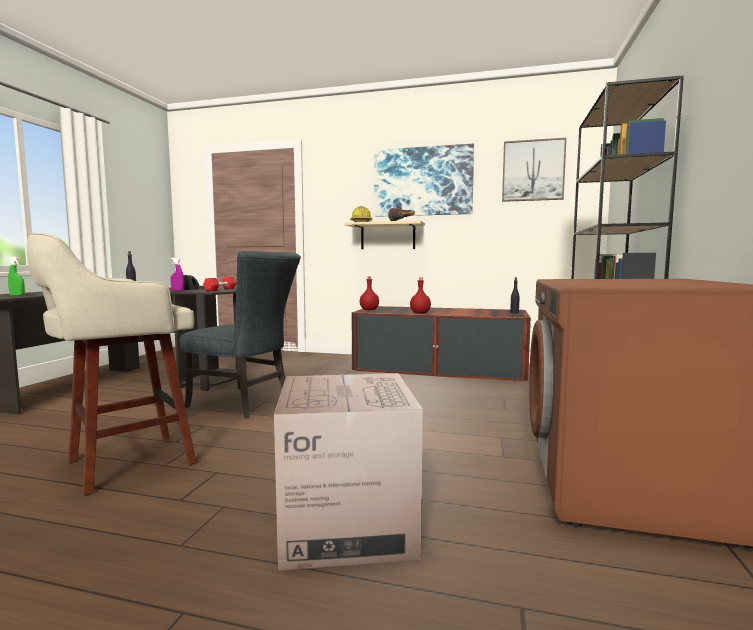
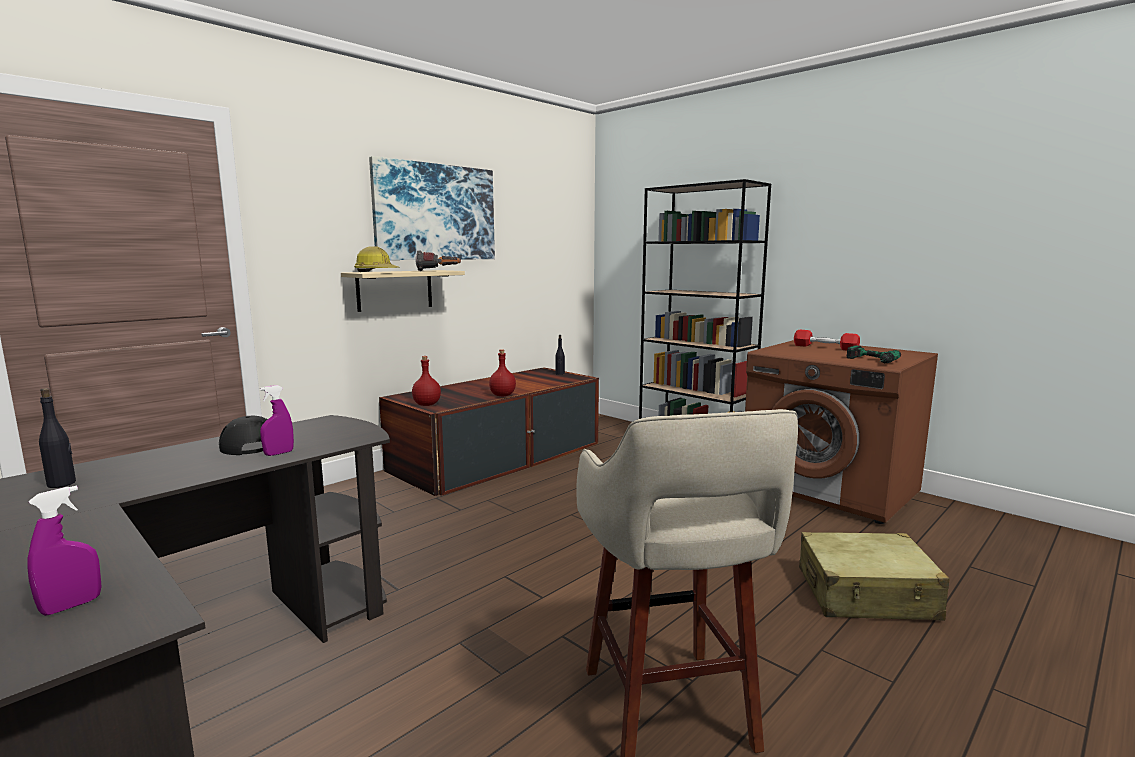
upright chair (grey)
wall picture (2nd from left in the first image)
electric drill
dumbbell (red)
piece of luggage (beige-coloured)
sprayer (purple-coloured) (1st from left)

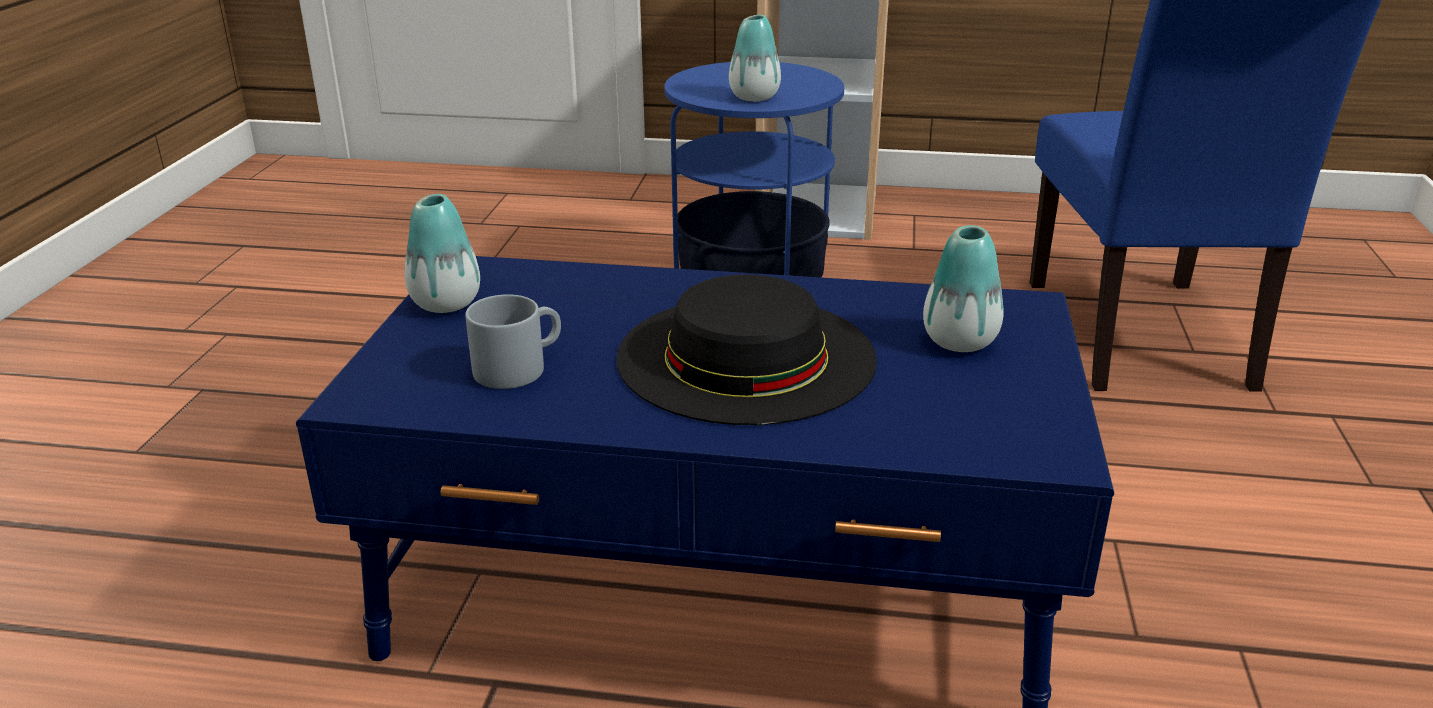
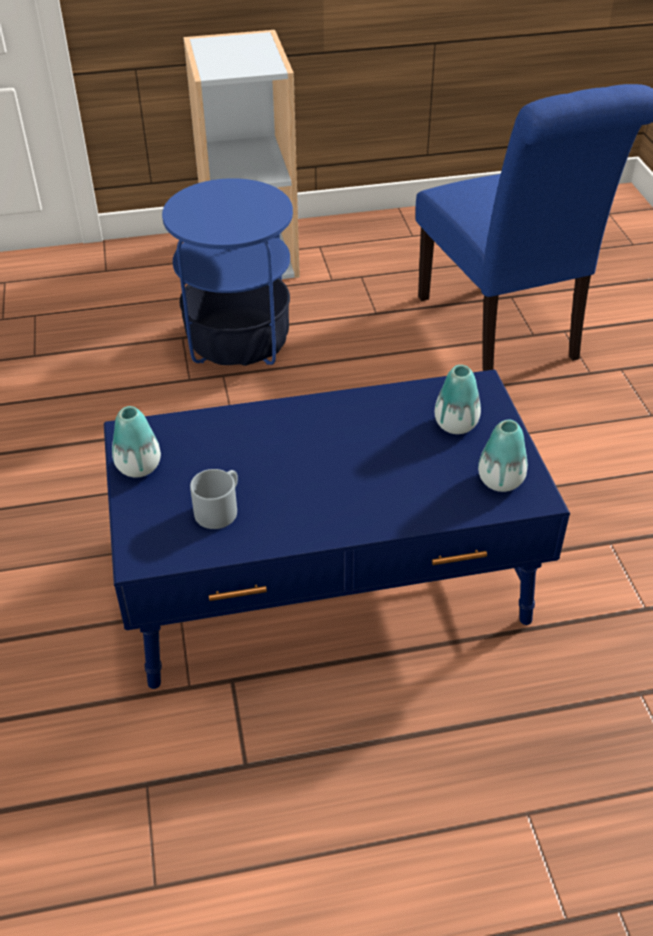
wearable hat (black-coloured)
vase (3rd from left)

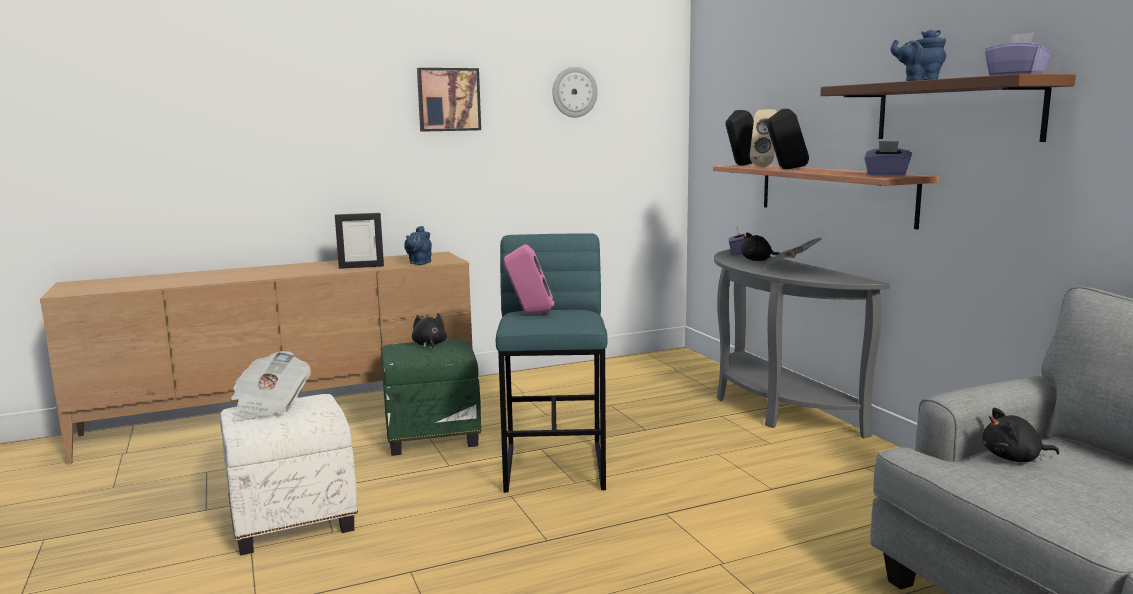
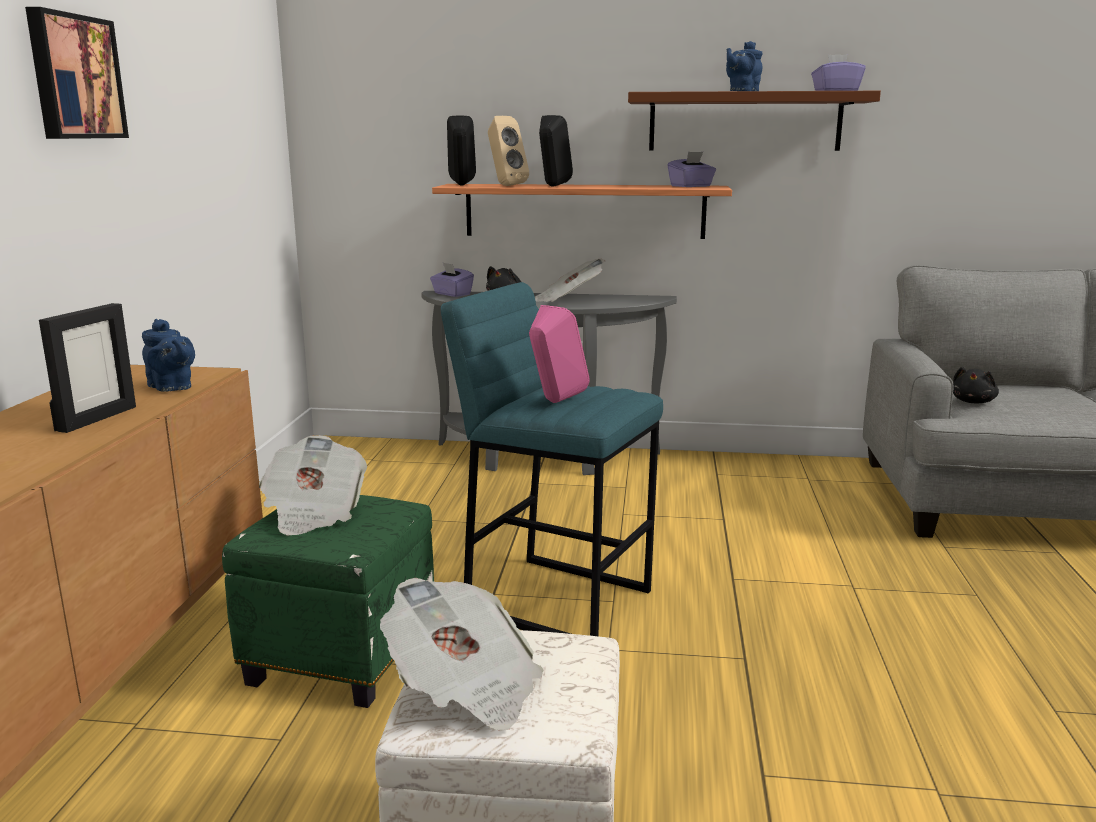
hanging clock
printed paper (1st from left)

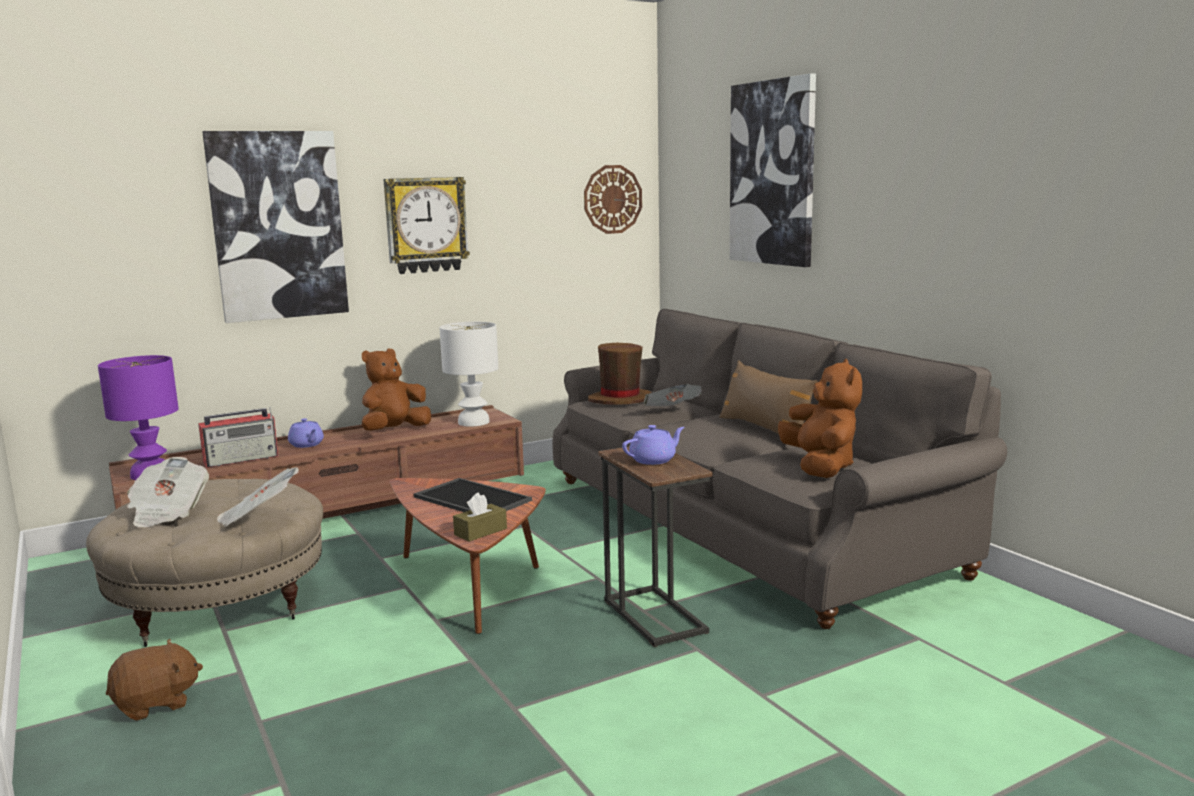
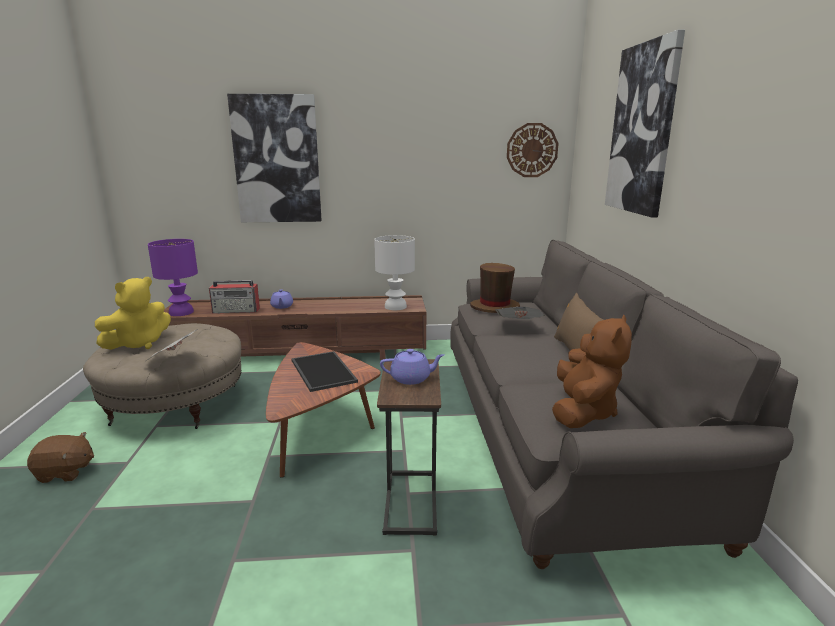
plush toy (brown) (2nd from left in the first image)
hanging clock (1st from left in the first image)
tissue holder (brown)
plush toy (yellow-coloured)

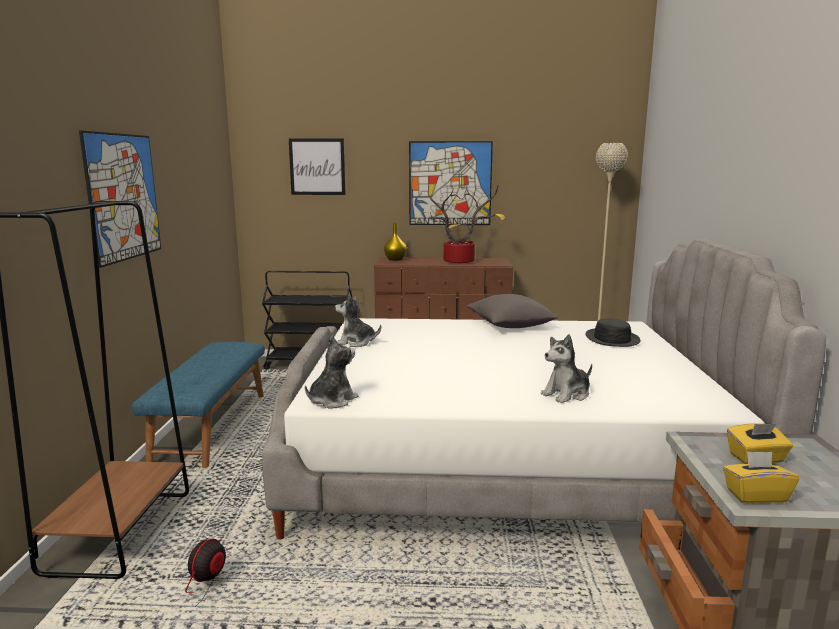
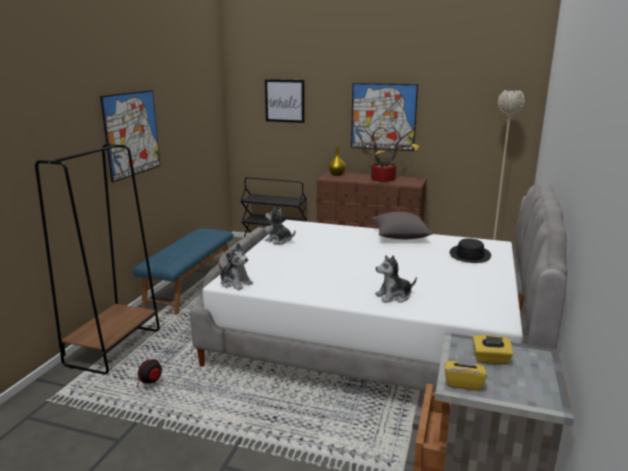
plush toy (1st from left)

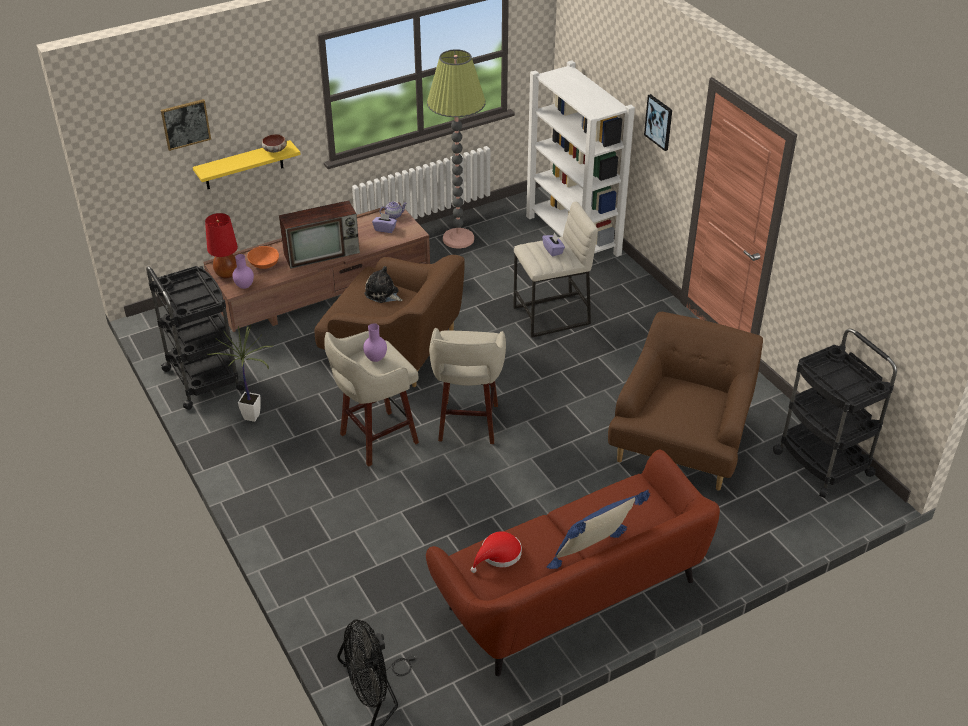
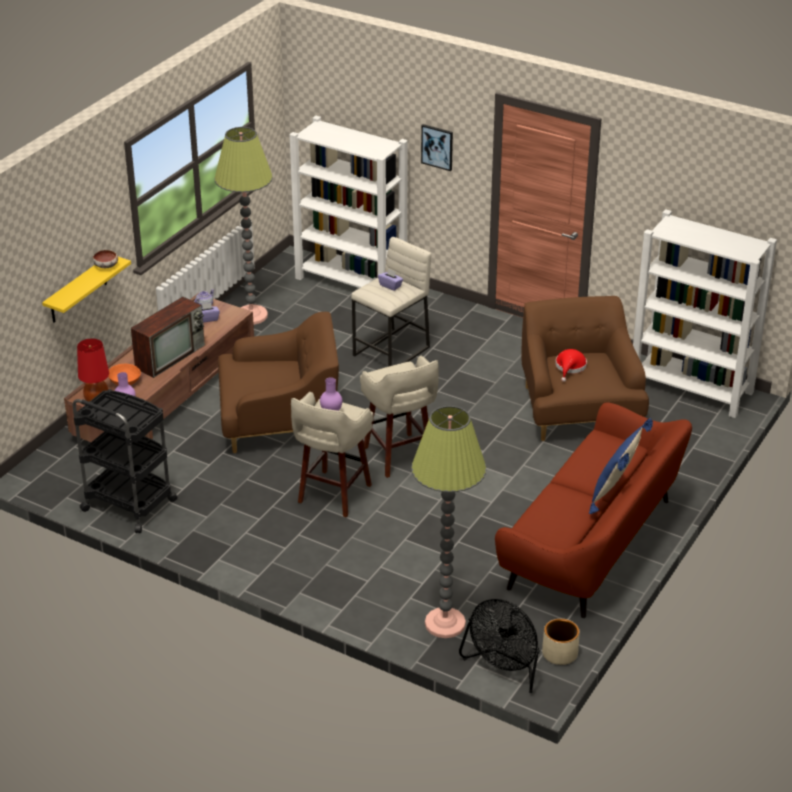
wall picture (1st from left in the first image)
potted plant
plush toy
floor lamp (2nd from left)
planter (beige-coloured)
wearable hat (red)
bookcase (white) (2nd from left)

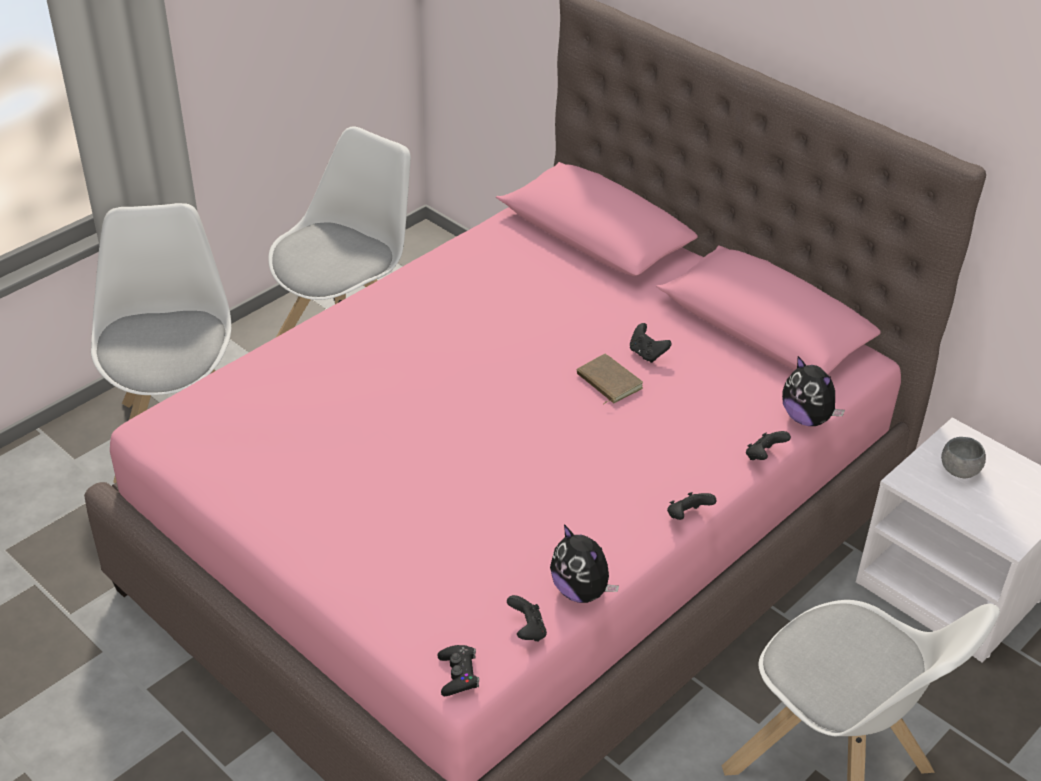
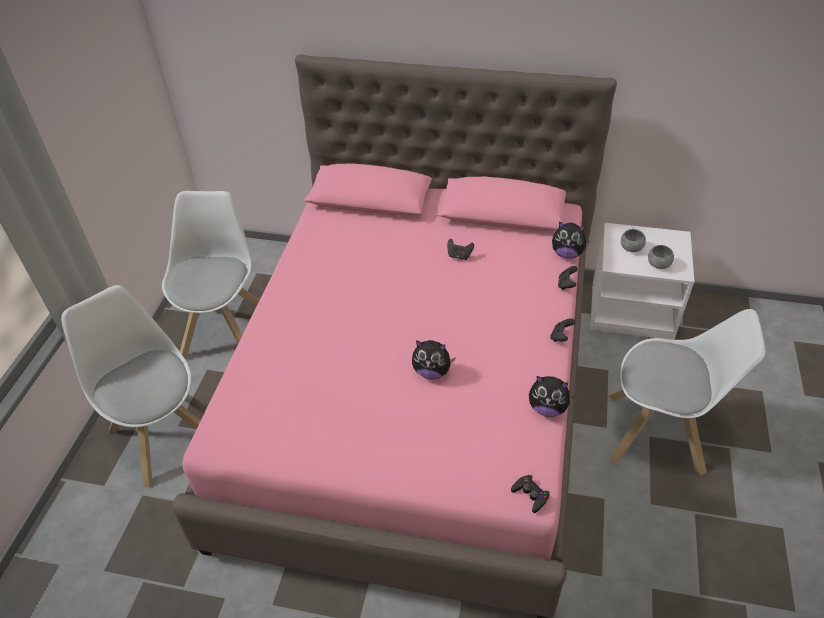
gamepad (black-coloured) (2nd from left in the first image)
bound book (brown)
plush toy (1st from left)
serving bowl (grey) (2nd from left)

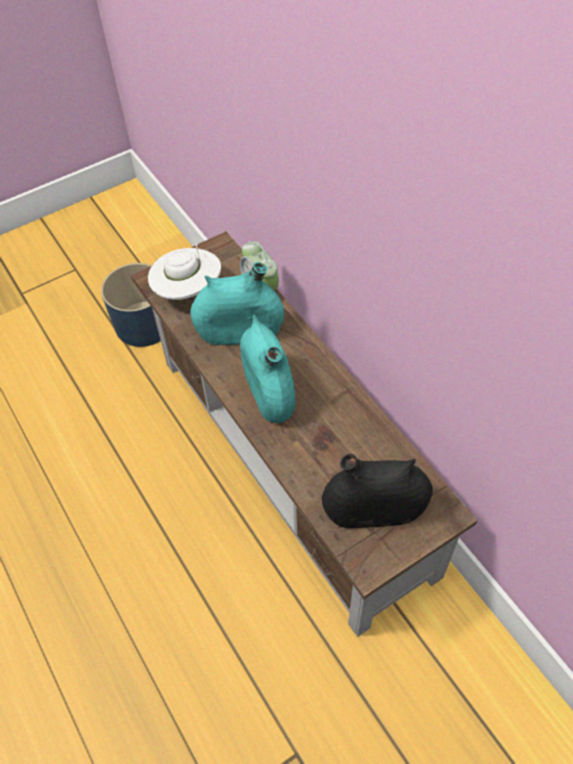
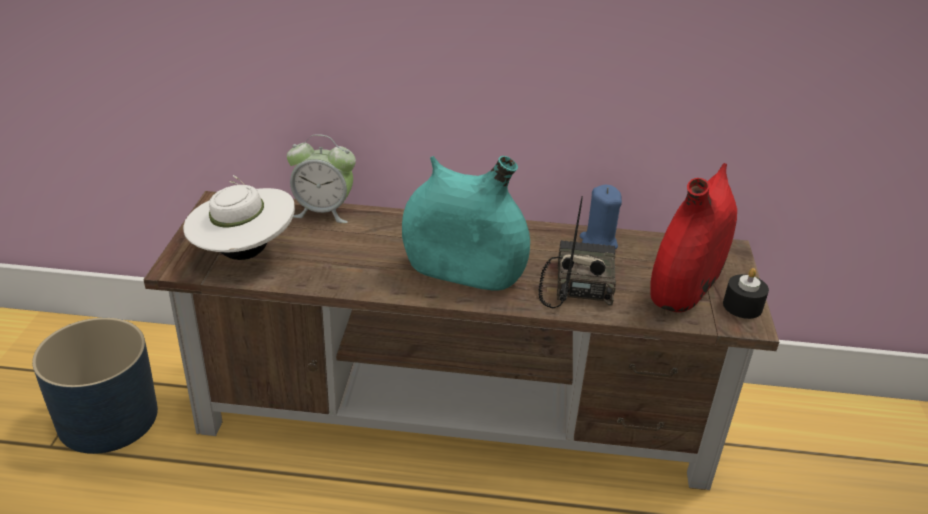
vase (turquoise) (1st from left in the first image)
radio set
candle (blue-coloured)
candle (black-coloured)
vase (red)

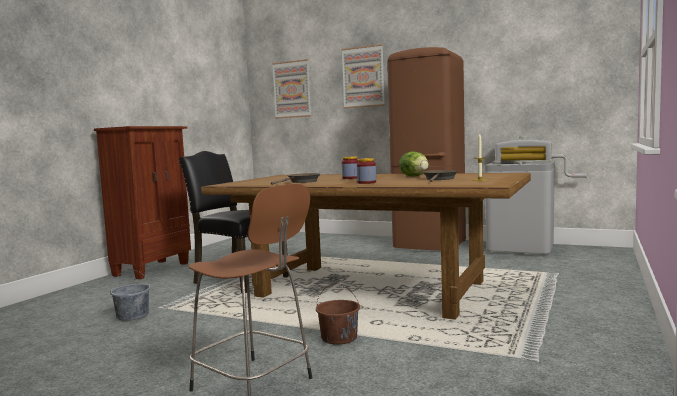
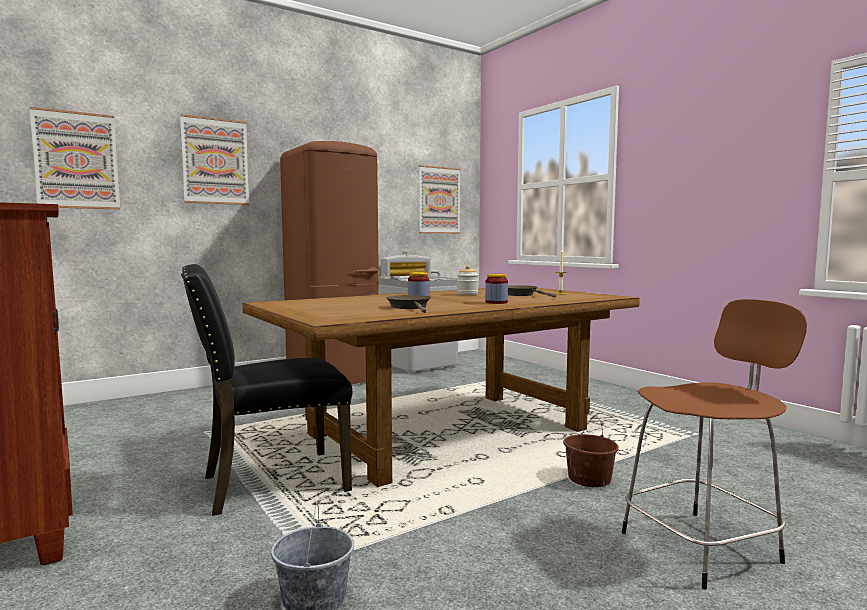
wall picture (3rd from left)
storage jar (2nd from left)

